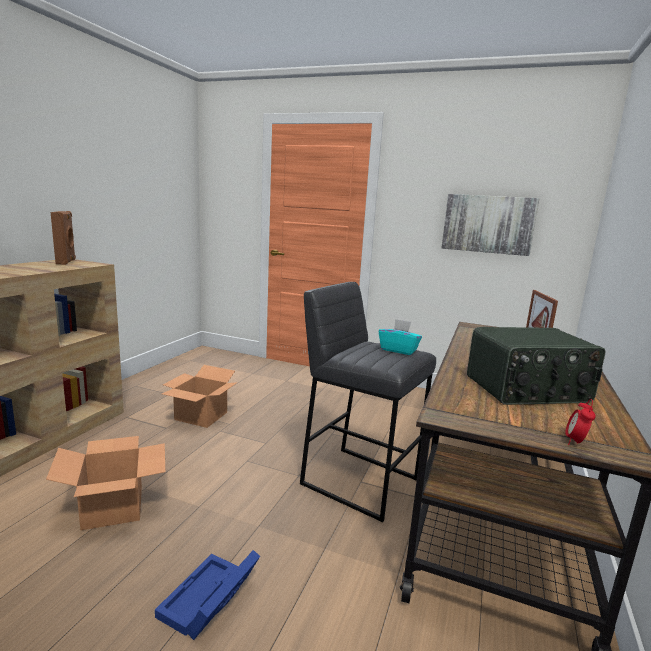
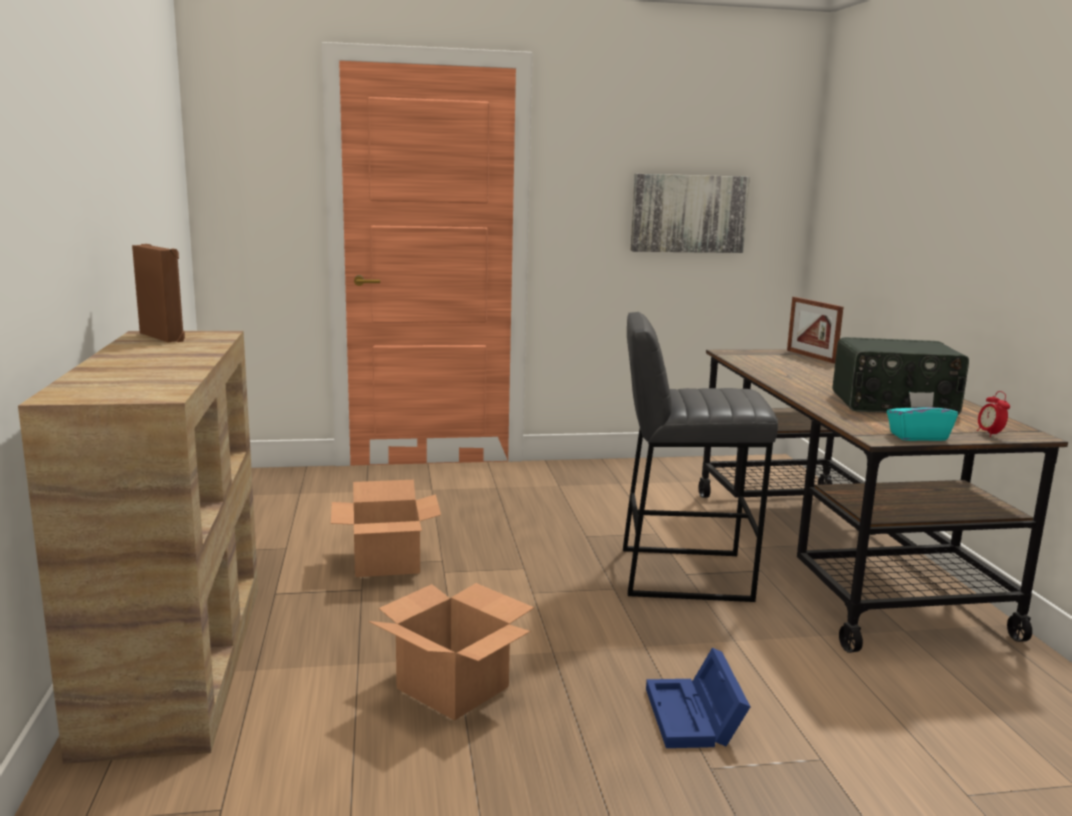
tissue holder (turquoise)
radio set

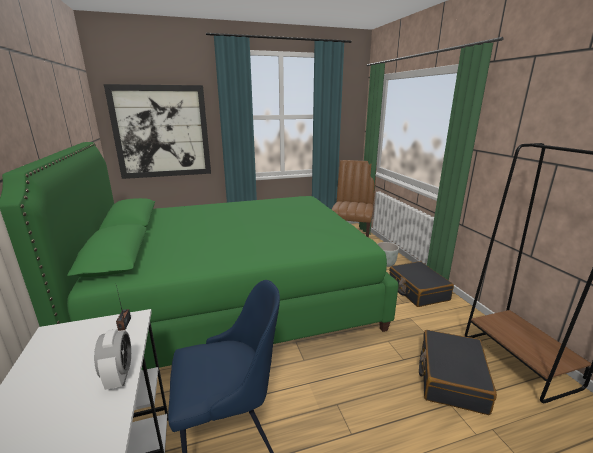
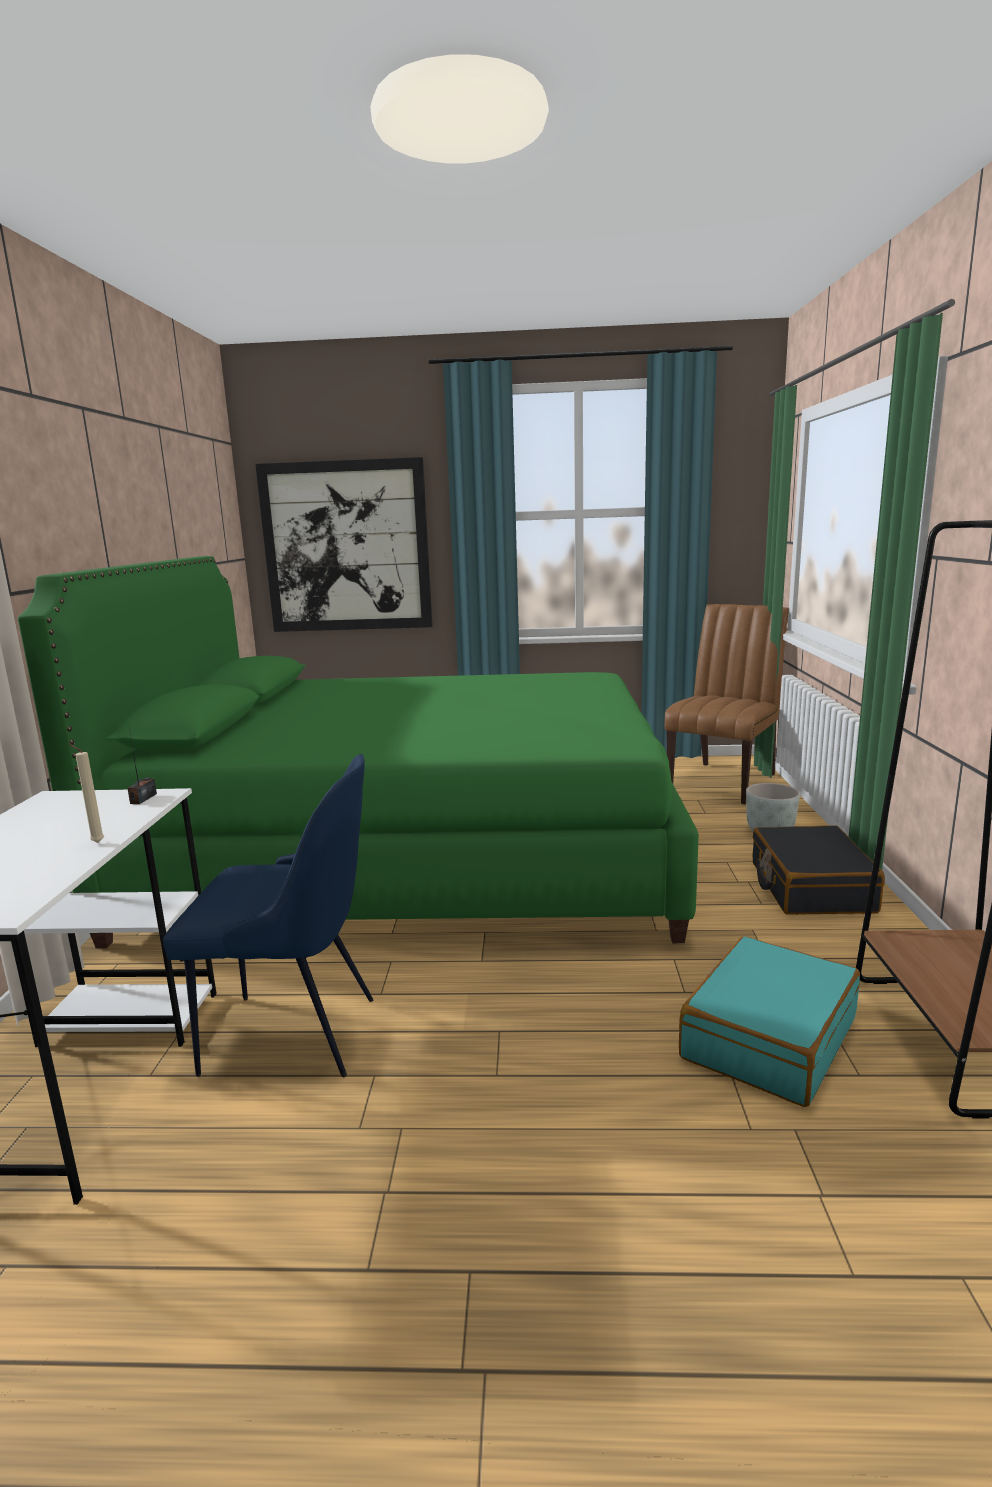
candle (beige-coloured)
piece of luggage (turquoise)

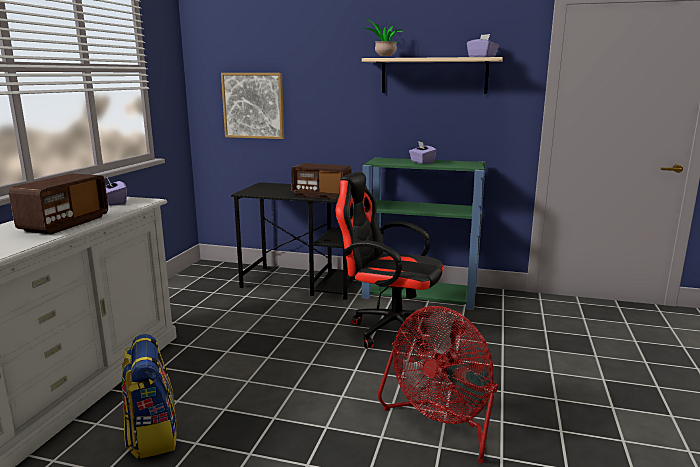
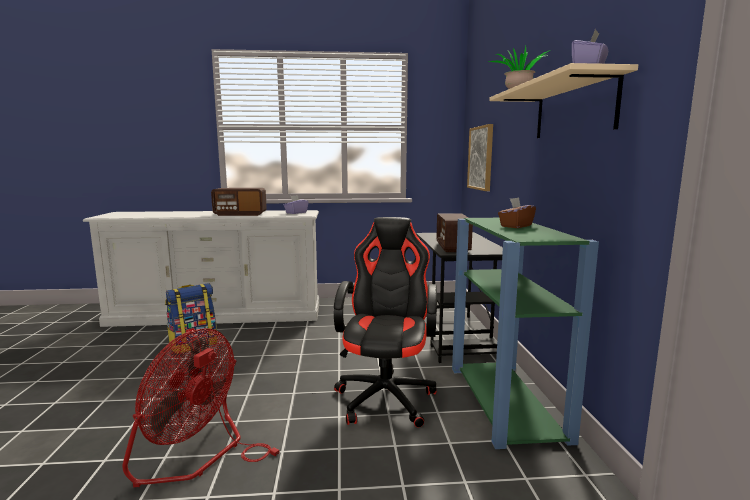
tissue holder (brown)

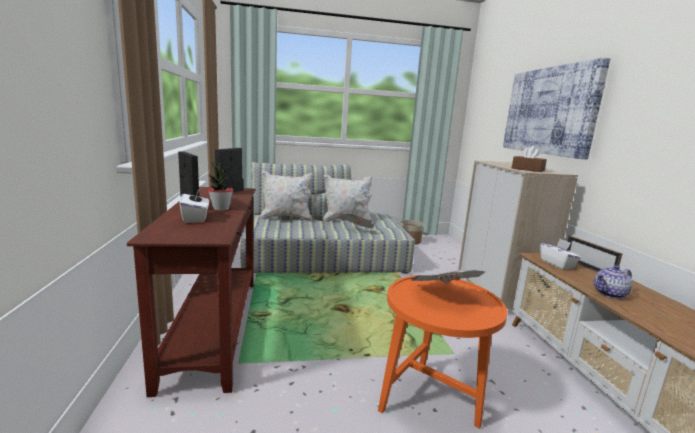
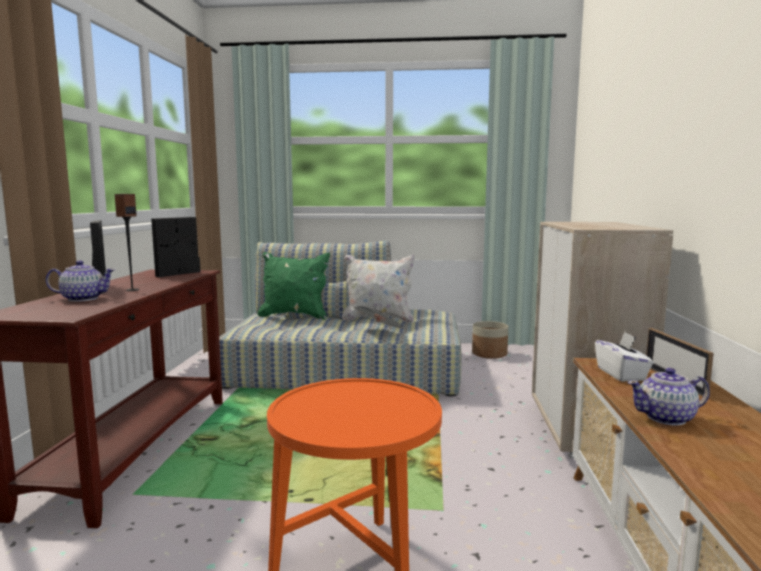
printed paper (2nd from left in the first image)
wall picture
tissue holder (brown)
teapot (1st from left)
audio speaker
pillow (green)

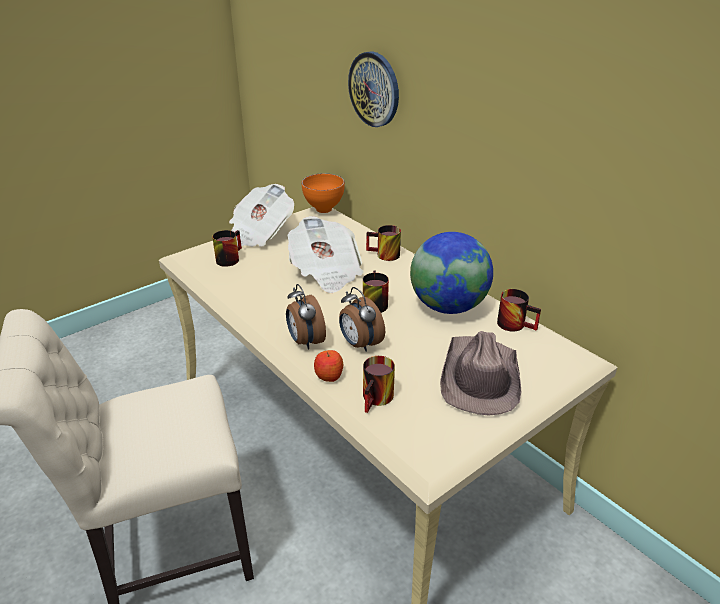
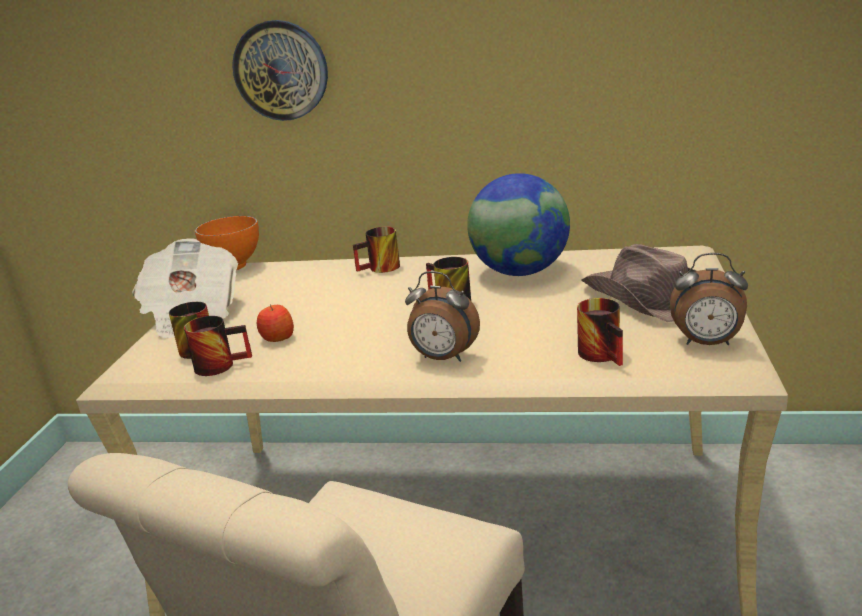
printed paper (2nd from left in the first image)
apple fruit
bedside clock (2nd from left)
coffee mug (2nd from left)

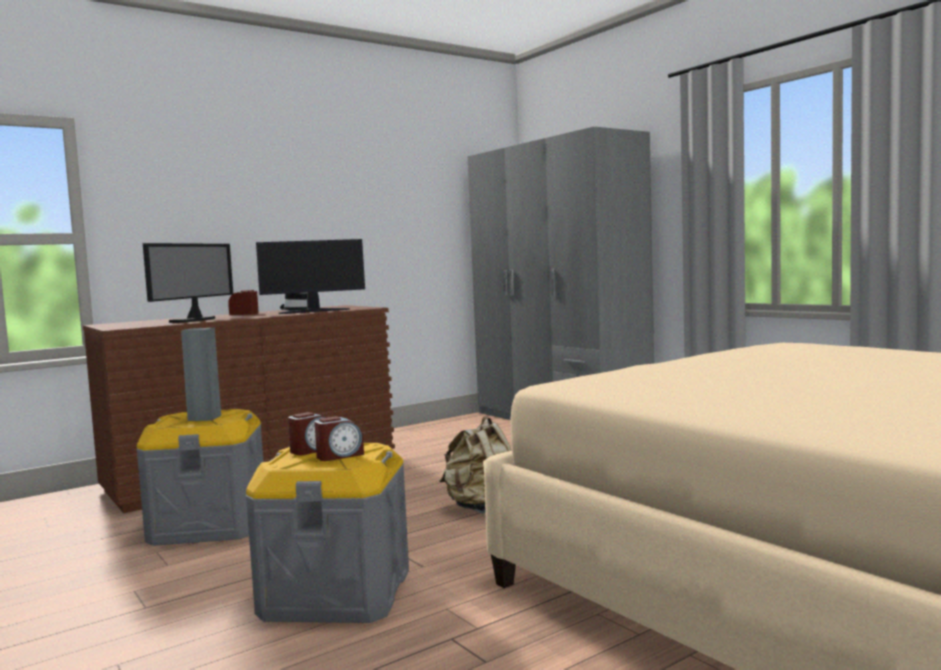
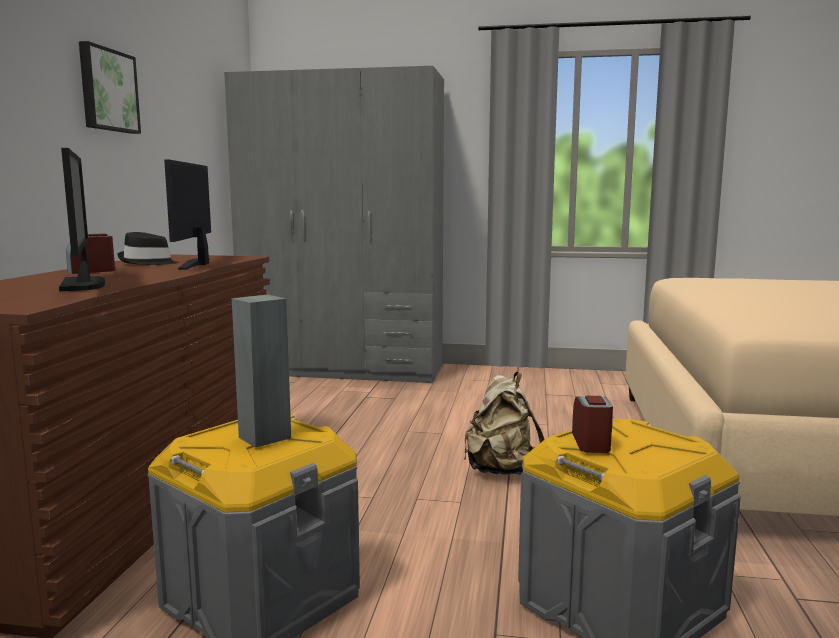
bedside clock (3rd from left in the first image)
wall picture
monitor (2nd from left)

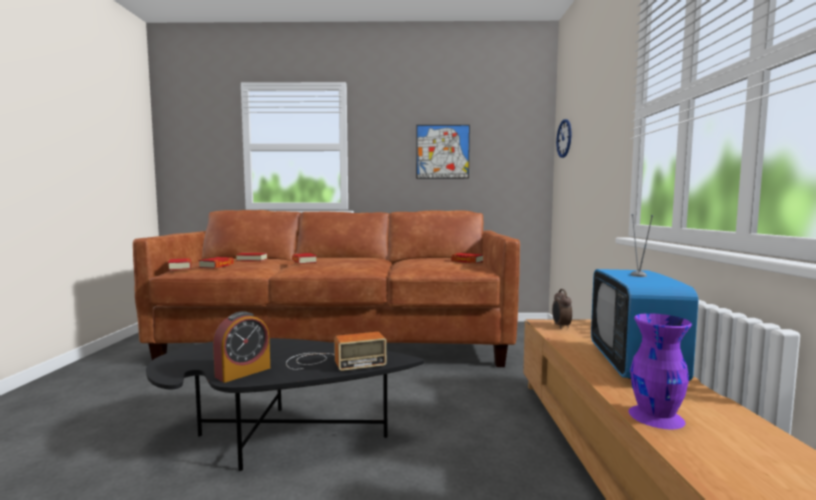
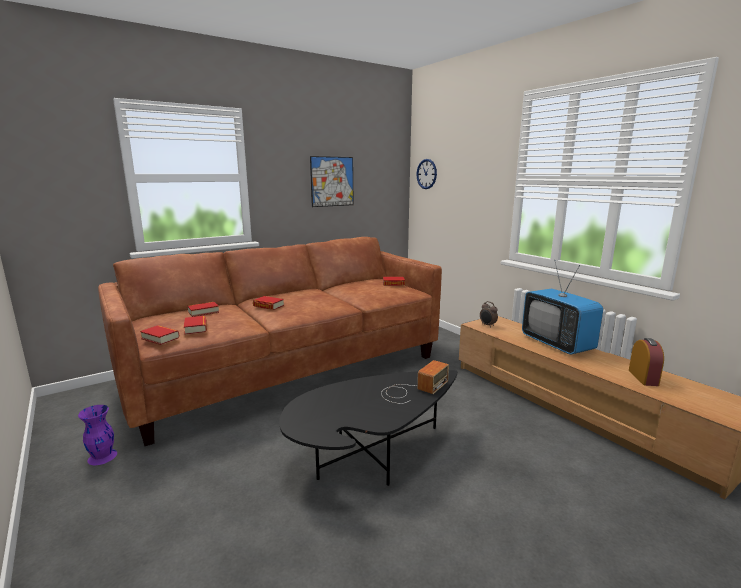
bedside clock (2nd from left)
vase (purple-coloured)

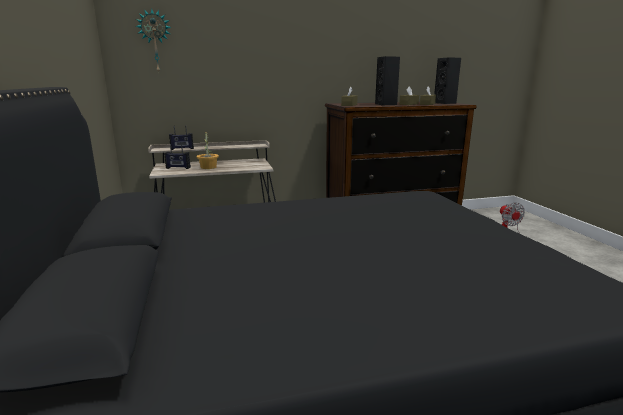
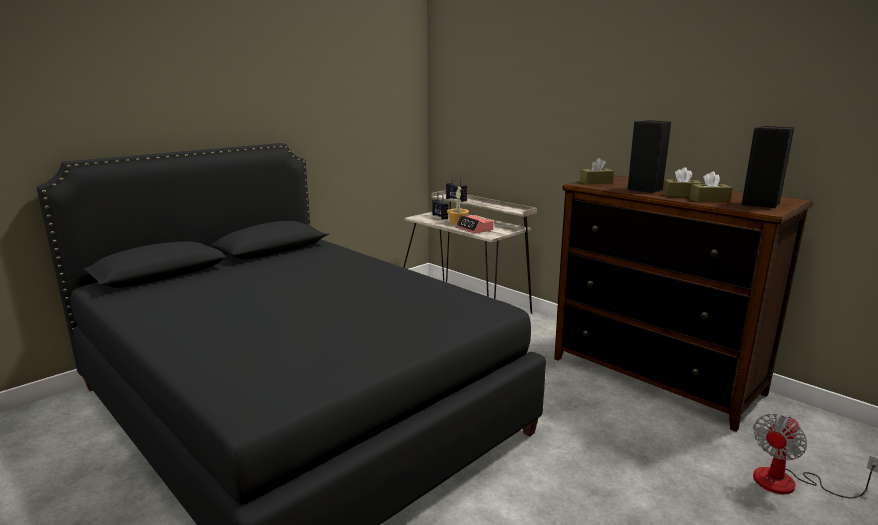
hanging clock
bedside clock

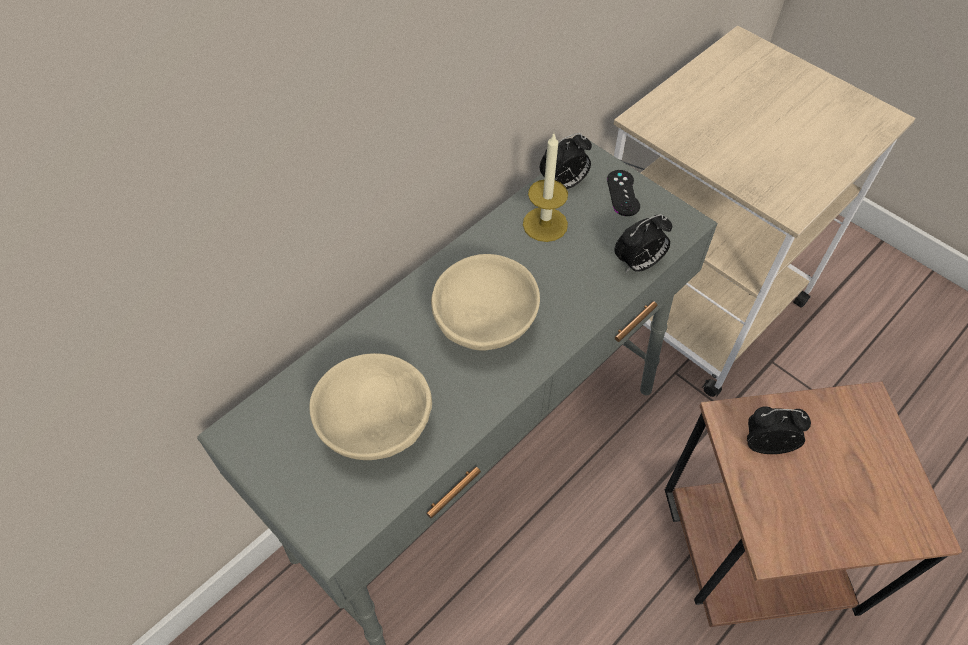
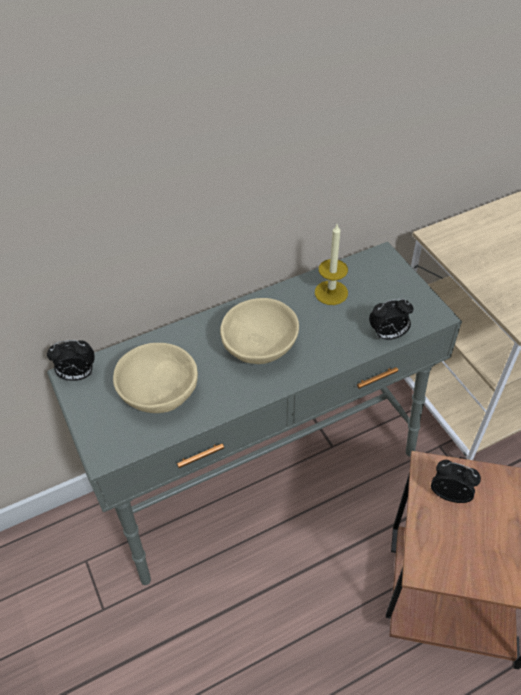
gamepad (black-coloured)
bedside clock (1st from left)

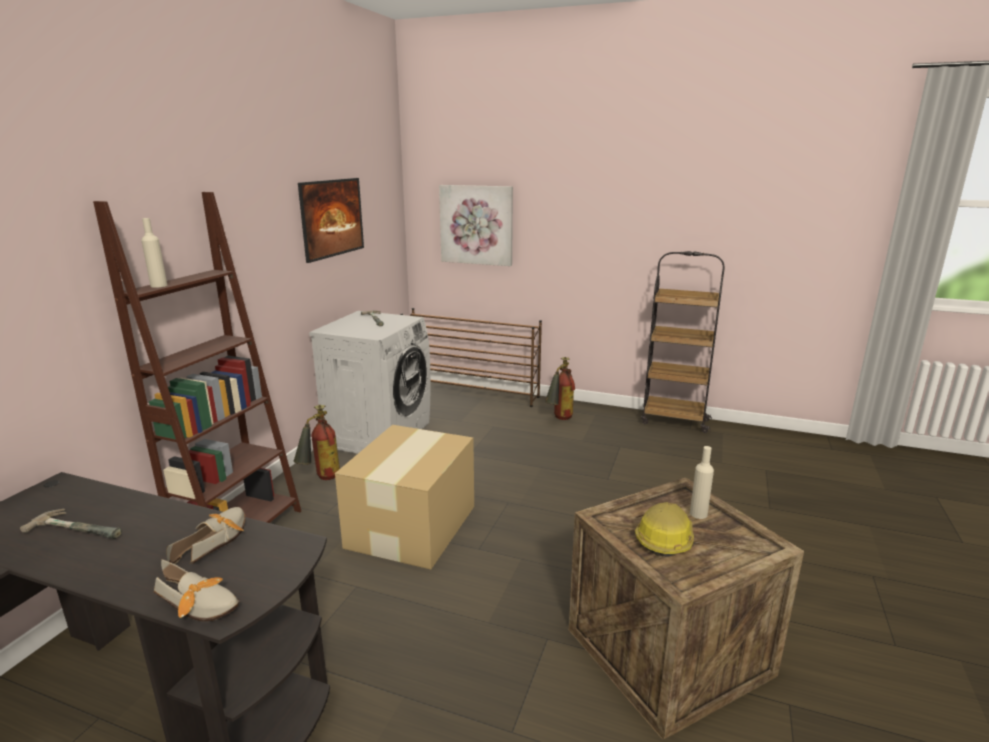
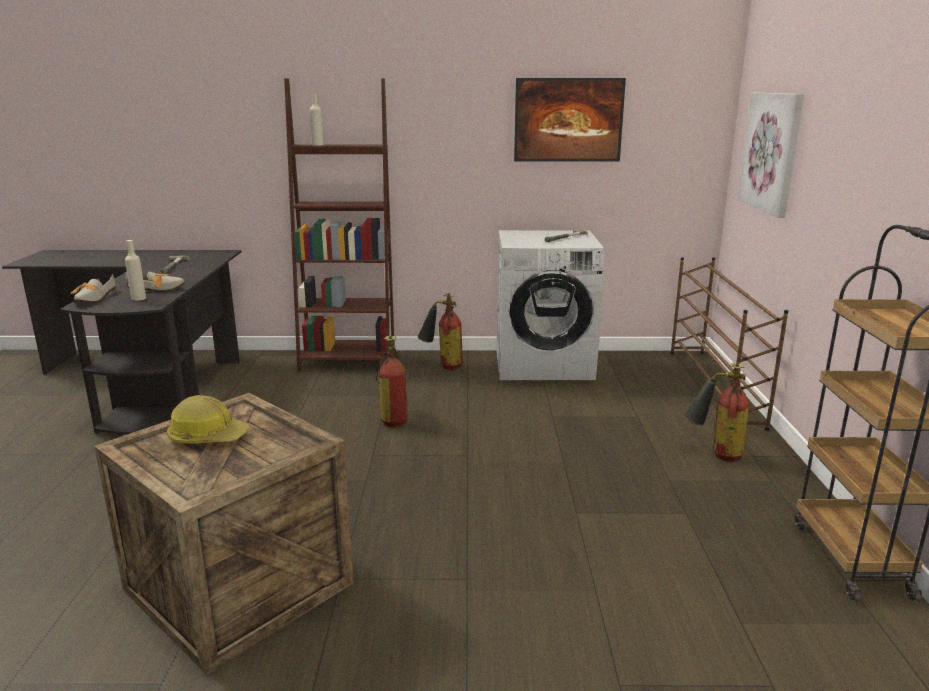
bottle (beige-coloured) (1st from left)
extinguisher (1st from left)

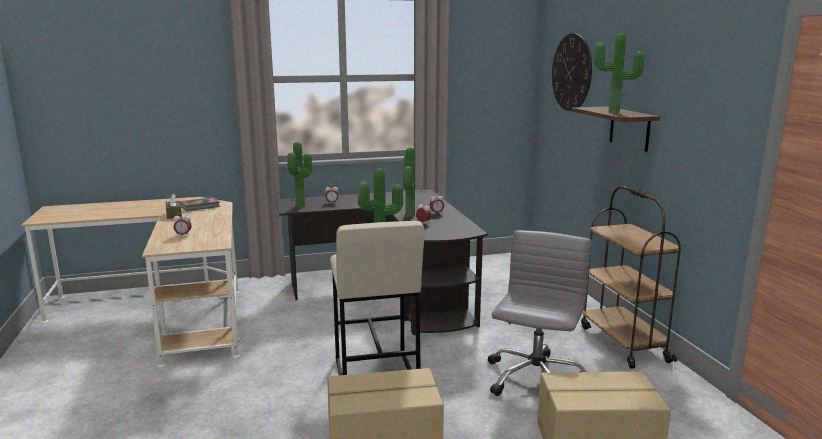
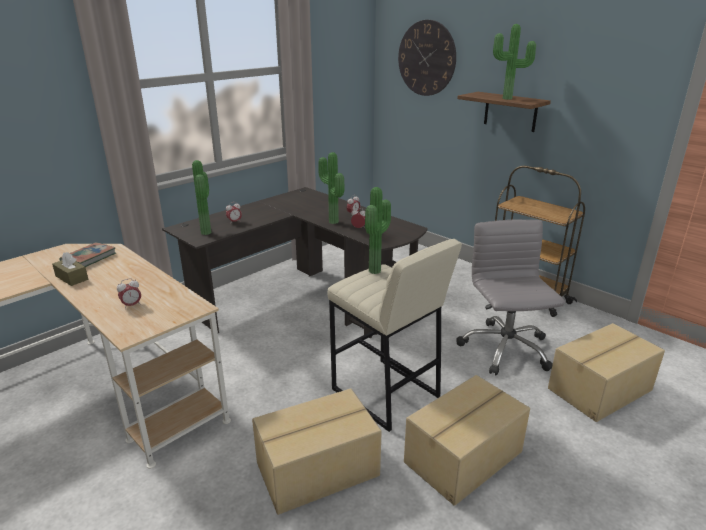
packing box (1st from left)

